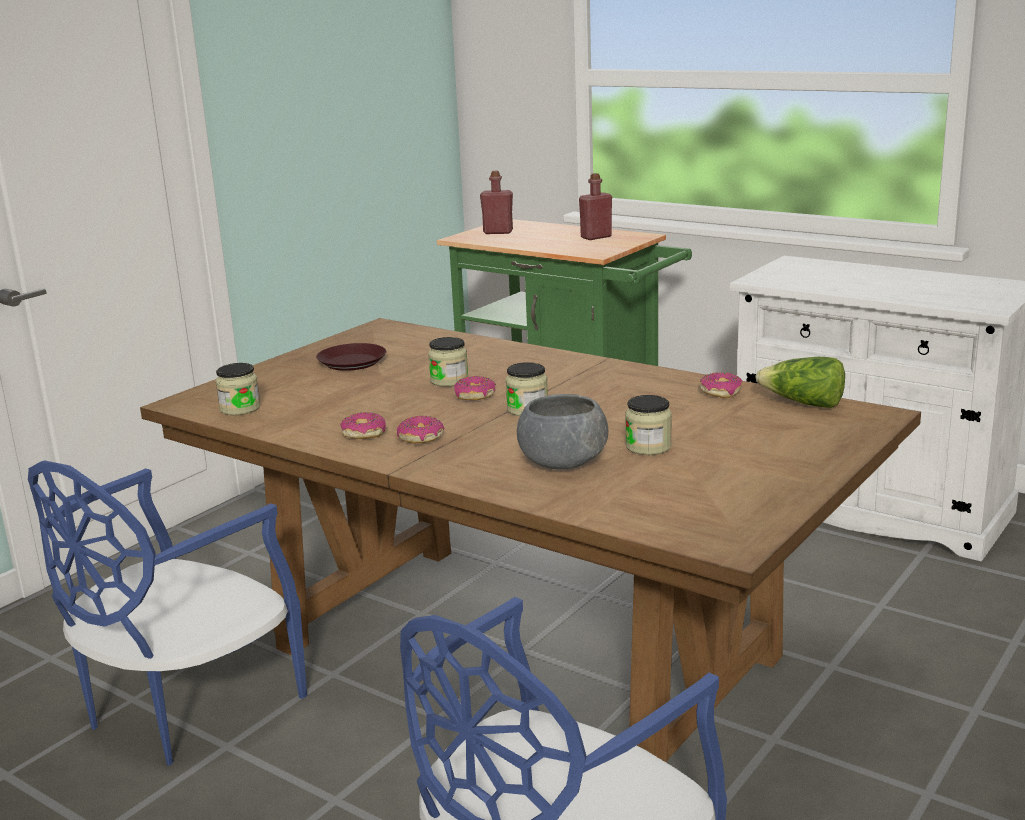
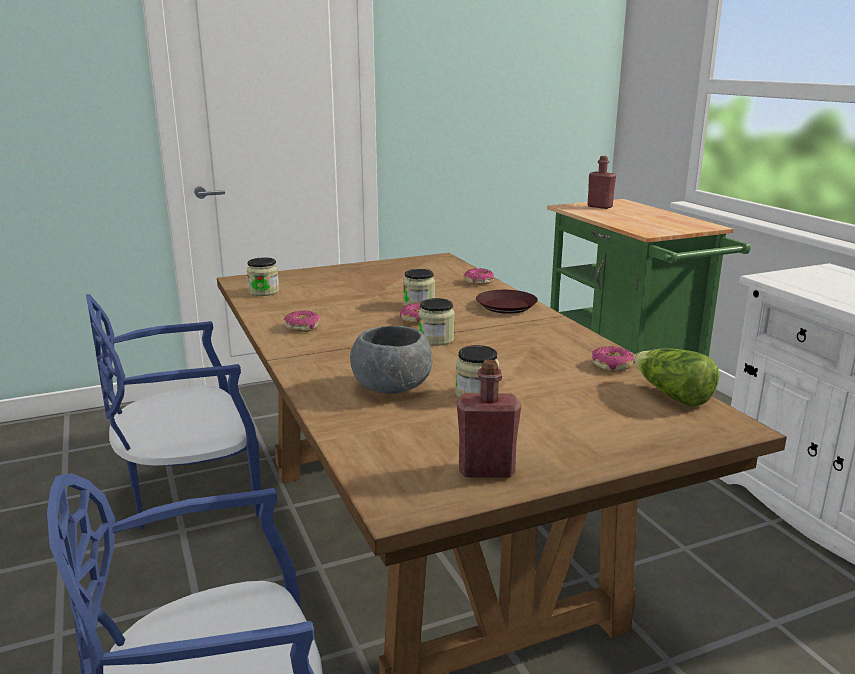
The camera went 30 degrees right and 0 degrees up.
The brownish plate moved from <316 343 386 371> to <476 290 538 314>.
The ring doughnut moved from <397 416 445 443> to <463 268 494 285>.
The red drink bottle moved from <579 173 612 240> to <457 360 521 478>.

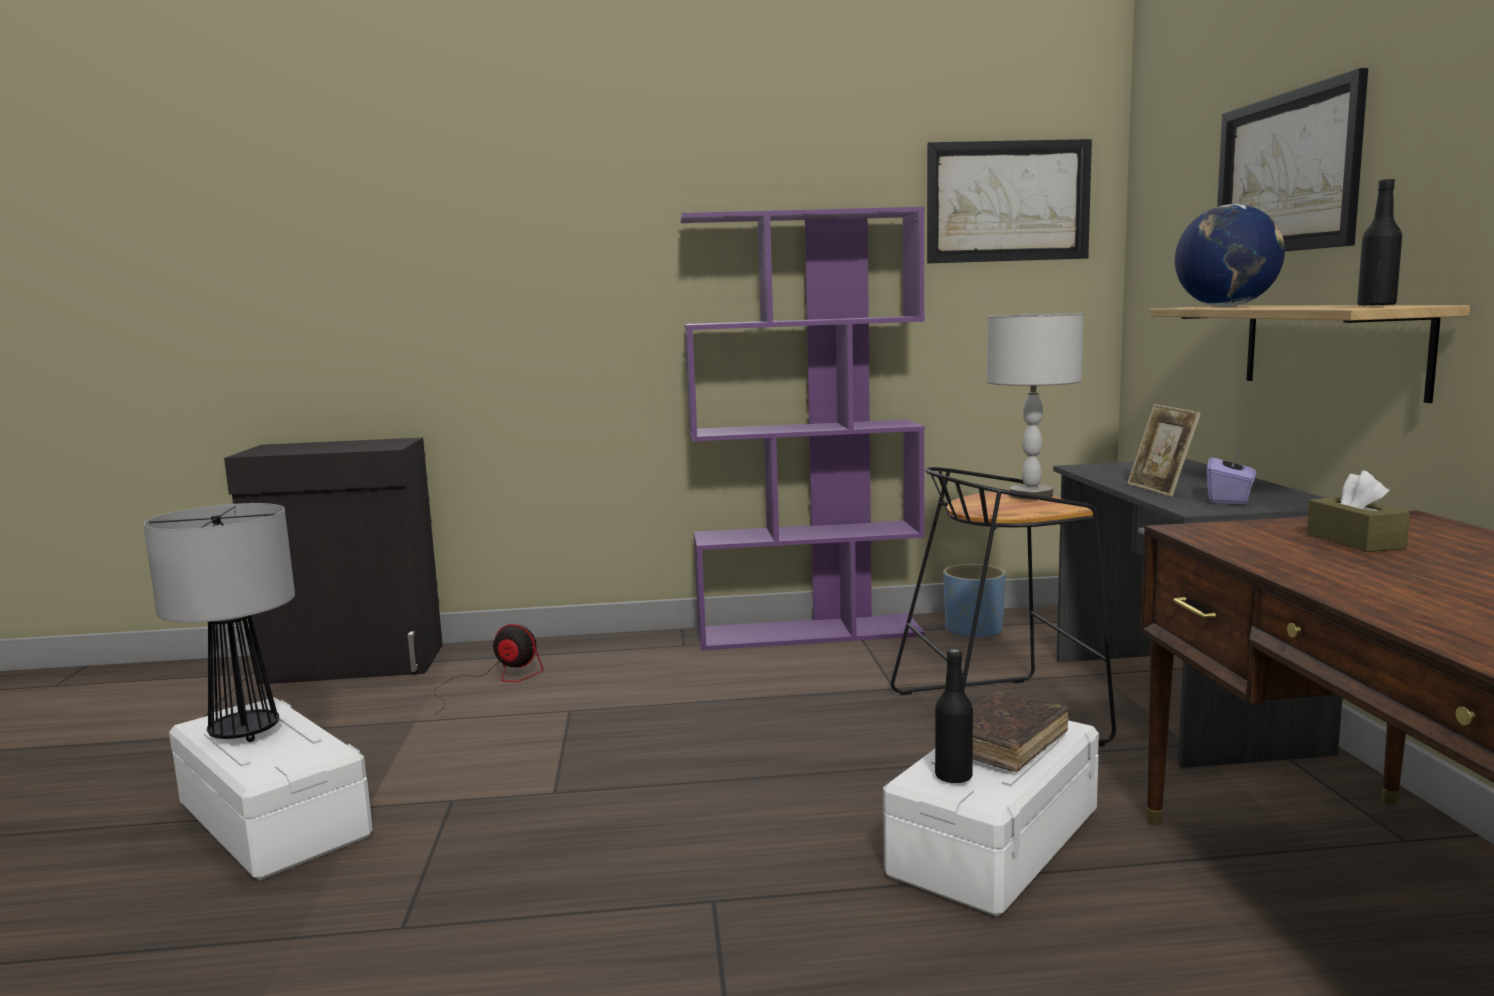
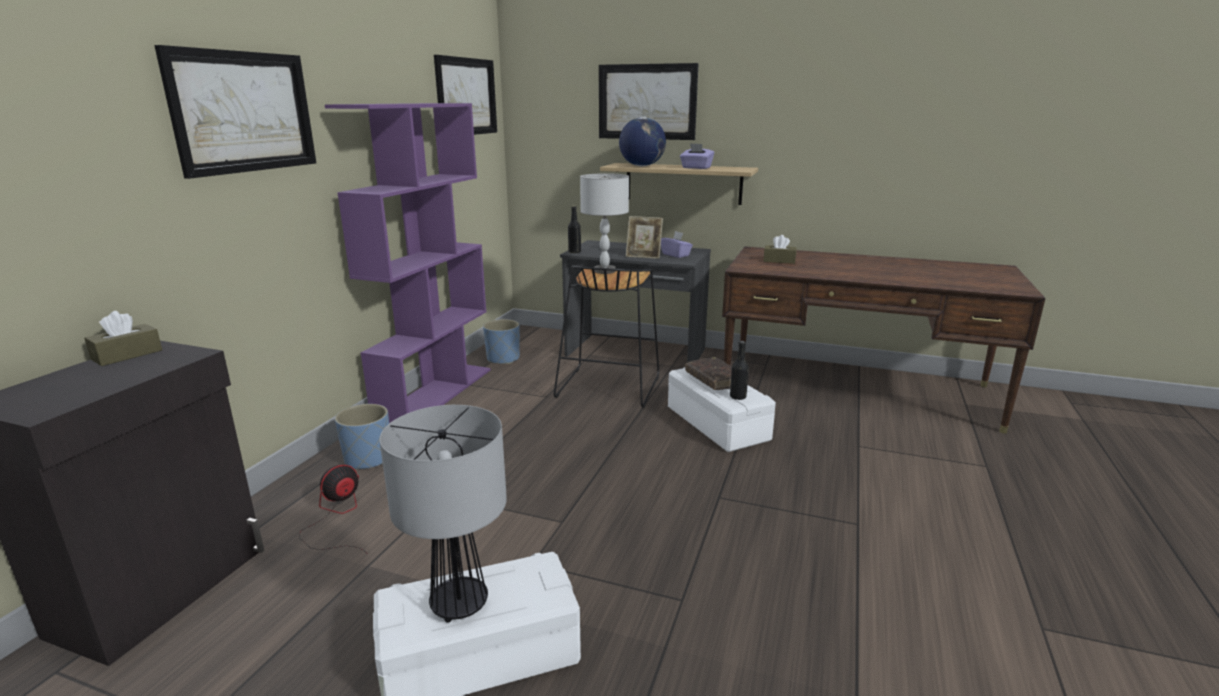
The camera went 65 degrees left and 10 degrees up.
The brownish tissue holder at <84 311 162 366> appeared.
The picture at <154 45 316 179> appeared.
The blue planter at <335 404 389 470> appeared.
The purple-coloured tissue holder at <680 143 714 169> appeared.
The black-coloured drink bottle moved from <1357 179 1402 306> to <568 206 581 253>.

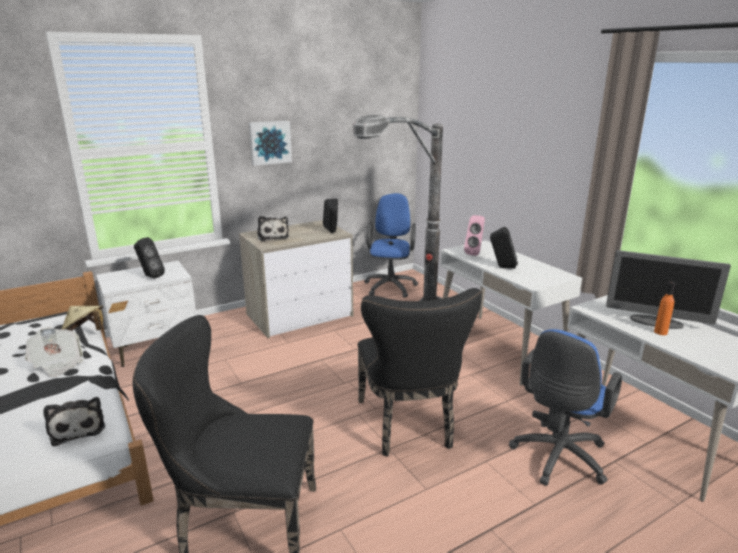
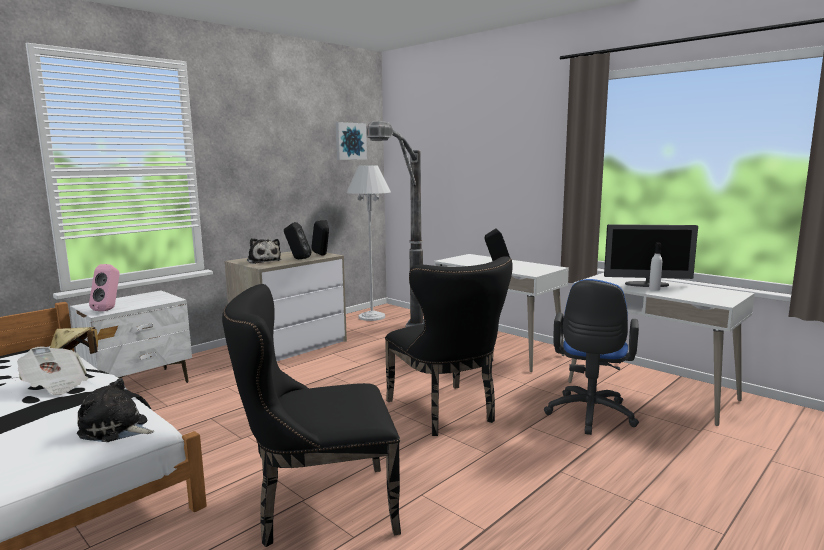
The camera went 15 degrees left and 10 degrees down.
The black-coloured loudspeaker moved from <134 237 165 279> to <284 222 311 259>.
The picture moved from <249 121 292 166> to <335 122 367 160>.
The pink-coloured loudspeaker moved from <464 215 485 256> to <89 264 120 311>.
The blue office chair at <364 193 418 298> was replaced by the white standard lamp at <346 165 391 321>.
The orange-coloured drink bottle at <654 281 676 335> became the white drink bottle at <649 243 662 291>.
The plush toy at <43 397 105 447> turned 150 degrees clockwise.

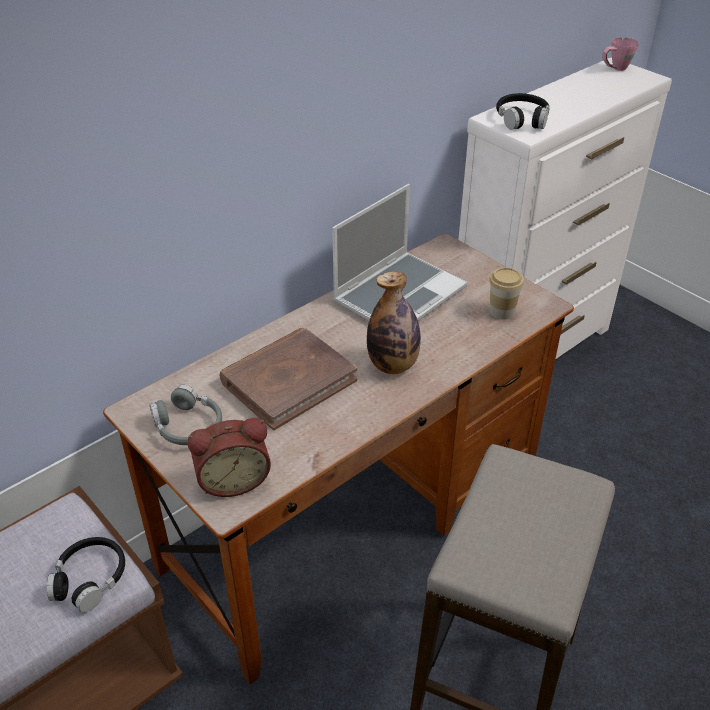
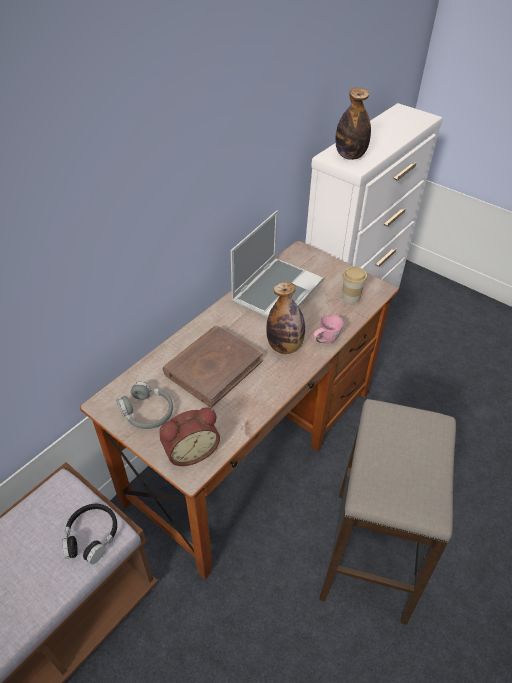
The camera went 10 degrees left and 5 degrees up.
The pink-coloured coffee mug moved from <602 37 639 71> to <313 315 344 343>.
The black-coloured headset at <496 93 550 130> was replaced by the drink bottle at <335 88 371 160>.

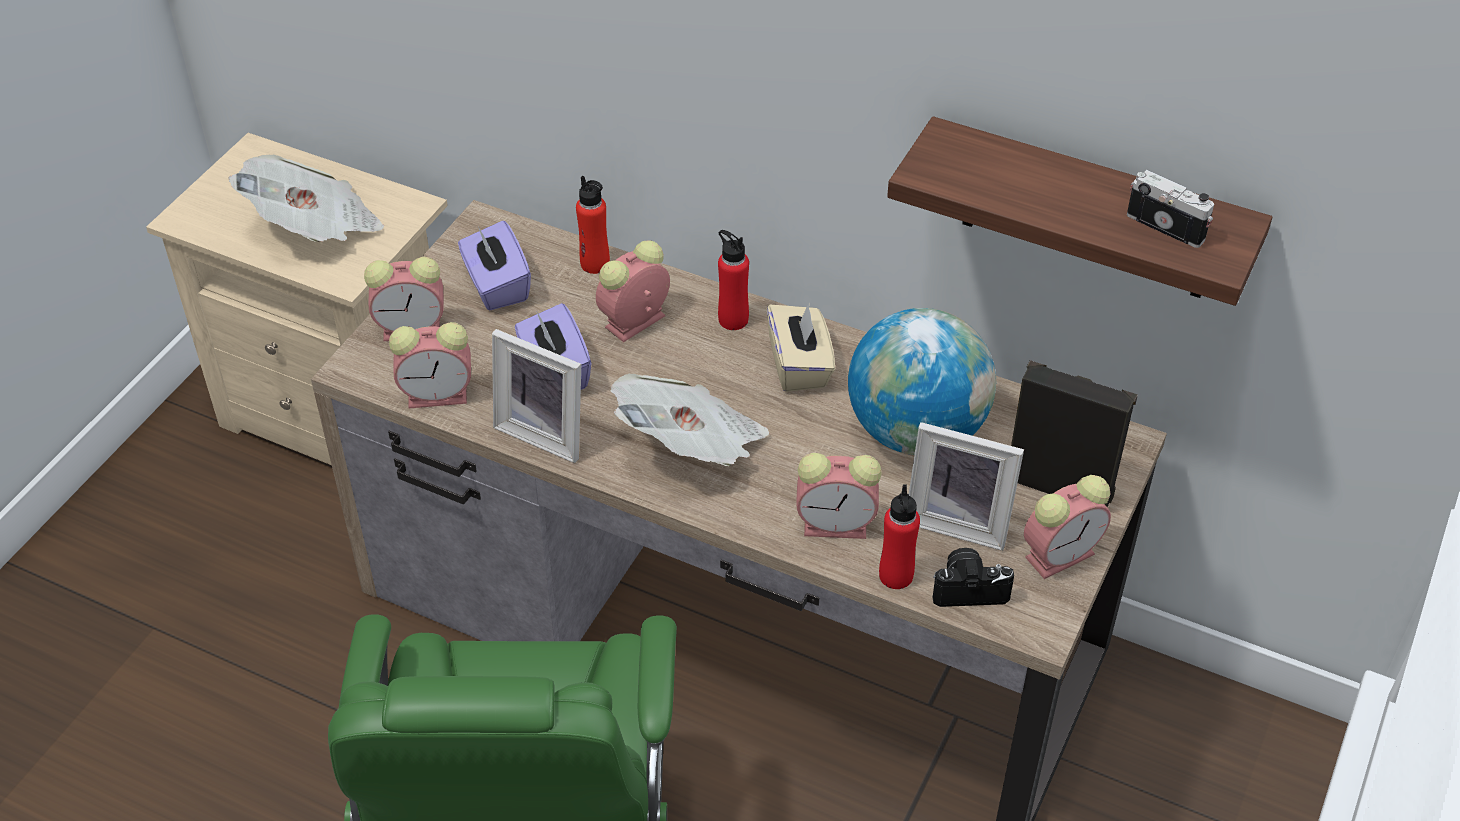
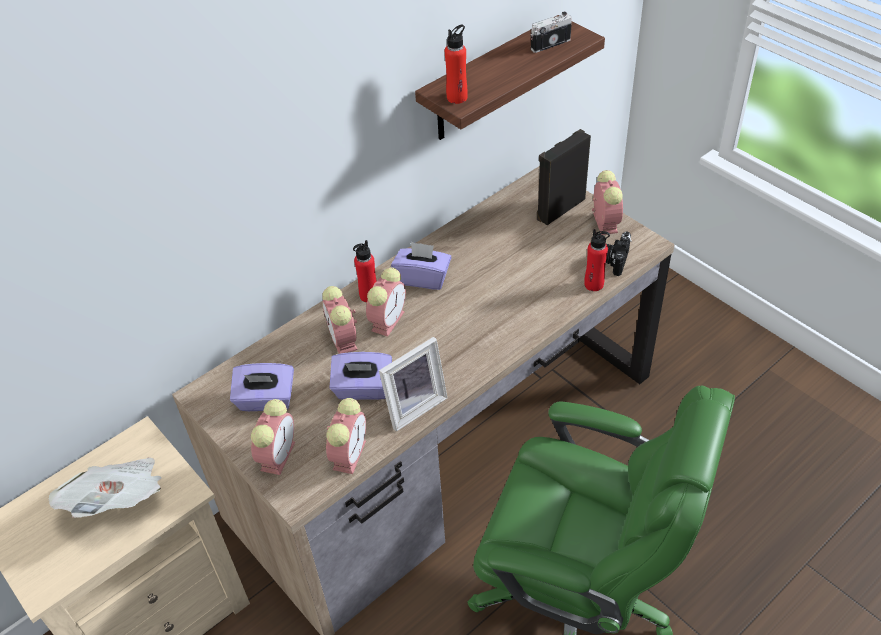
The camera went 65 degrees left and 0 degrees up.
The daily paper at <611 373 769 466> disappeared.
The world globe at <848 308 996 455> disappeared.
The picture frame at <909 422 1024 551> disappeared.
The red drink bottle moved from <576 176 610 274> to <445 25 468 104>.
The table clock moved from <796 453 882 539> to <366 268 406 337>.
The beige-coloured tissue holder at <767 304 835 392> became the purple-coloured tissue holder at <391 242 452 290>.

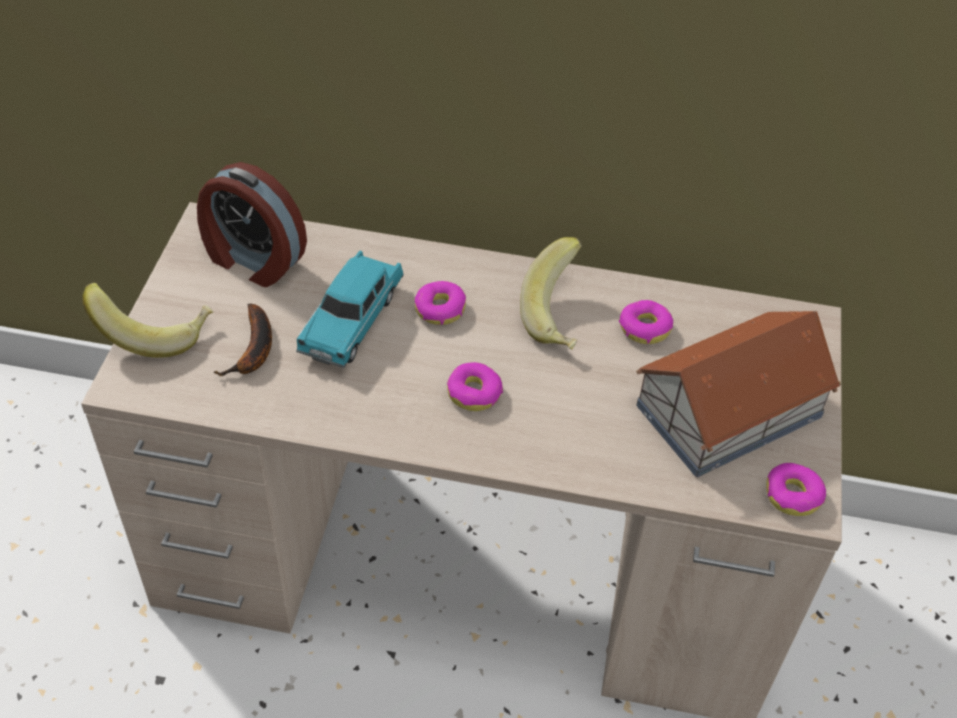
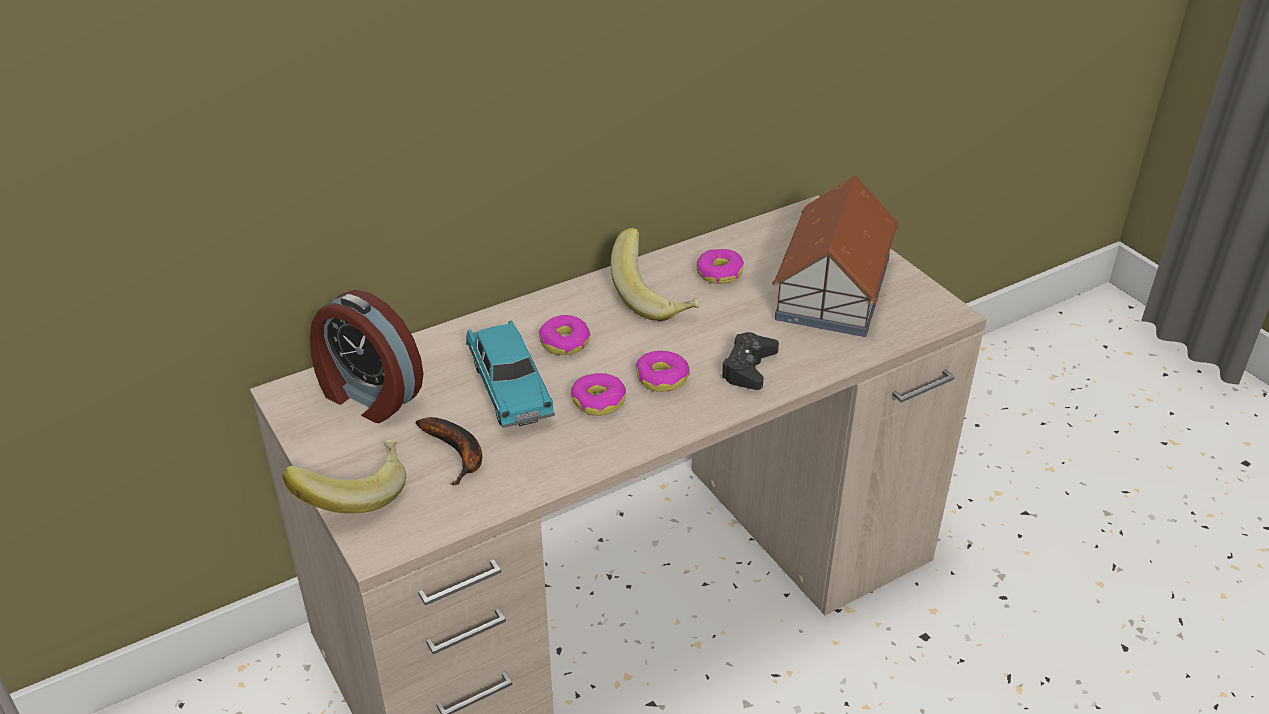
The camera went 40 degrees left and 10 degrees down.
The black-coloured joypad at <720 332 779 390> appeared.
The ring doughnut moved from <766 463 826 516> to <571 373 626 416>.
The table clock at <197 162 307 287> turned 45 degrees clockwise.

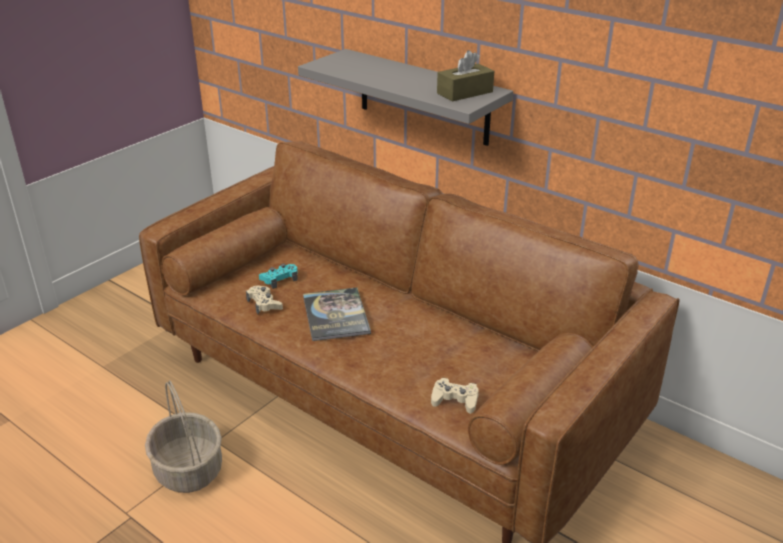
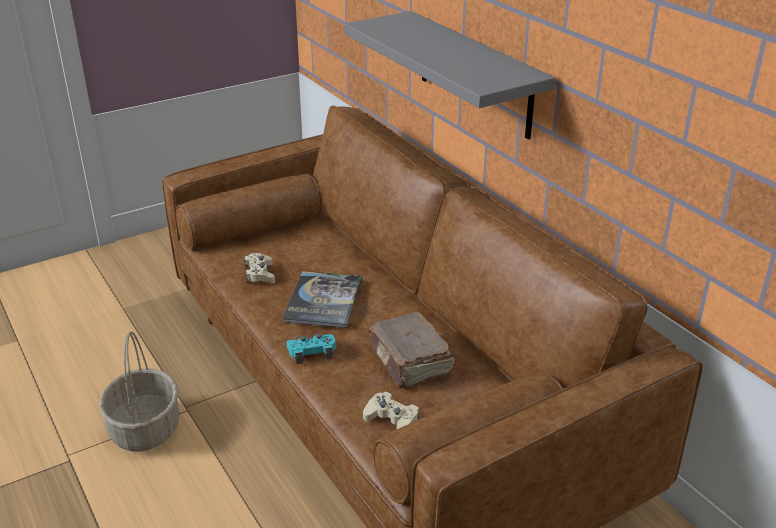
The camera went 20 degrees right and 0 degrees up.
The brownish tissue holder at <437 50 494 102> disappeared.
The brownish bound book at <367 312 454 388> appeared.
The turquoise joypad moved from <259 264 298 289> to <287 333 335 364>.

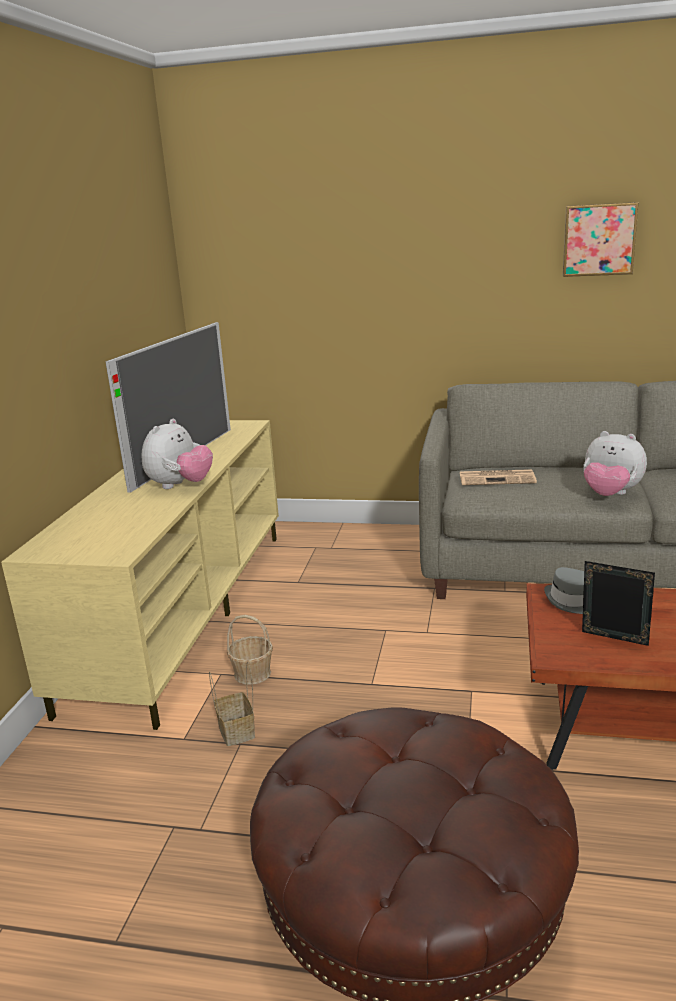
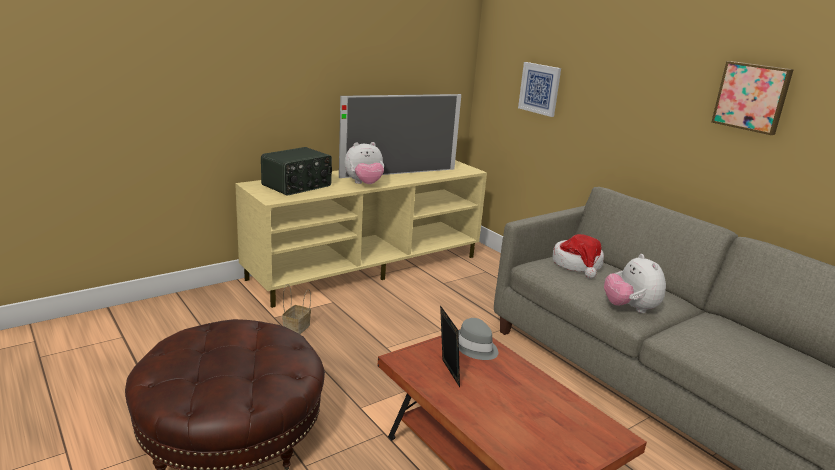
The camera went 40 degrees right and 0 degrees up.
The storage basket at <227 615 273 685> disappeared.
The radio receiver at <261 147 332 196> appeared.
The picture at <518 62 561 117> appeared.
The daily paper at <460 469 537 485> was replaced by the hat at <552 234 604 279>.

